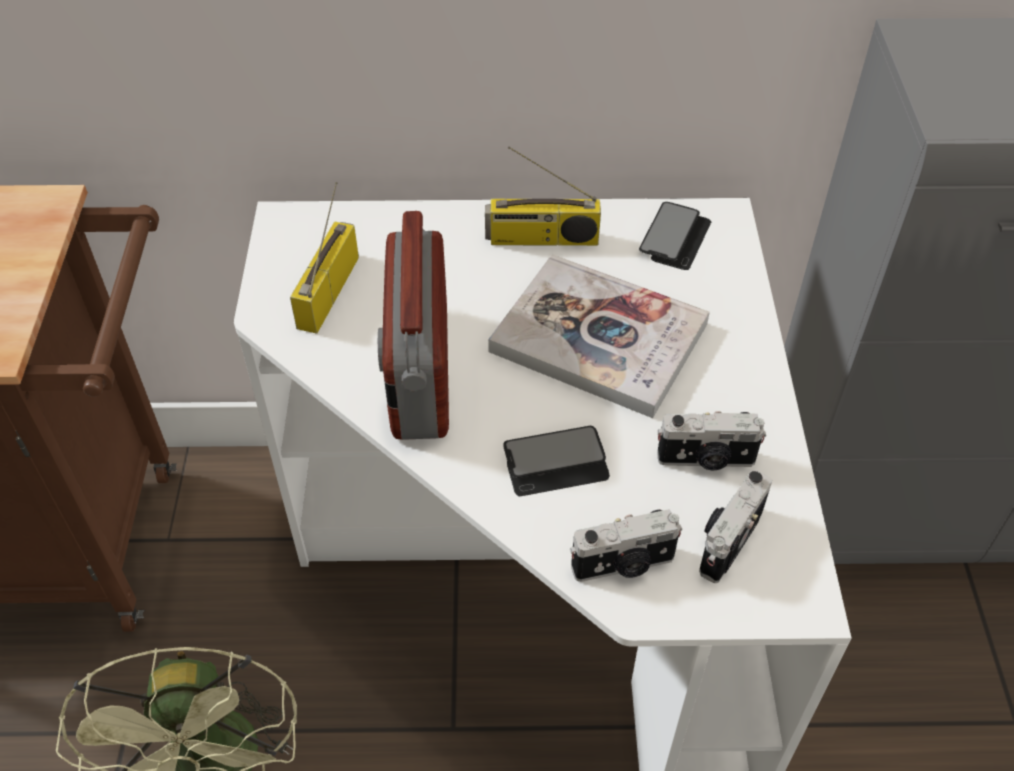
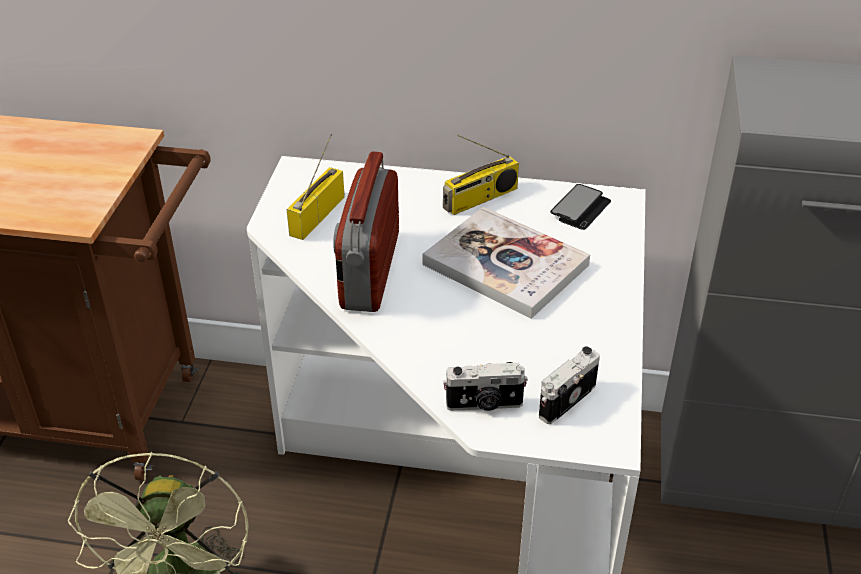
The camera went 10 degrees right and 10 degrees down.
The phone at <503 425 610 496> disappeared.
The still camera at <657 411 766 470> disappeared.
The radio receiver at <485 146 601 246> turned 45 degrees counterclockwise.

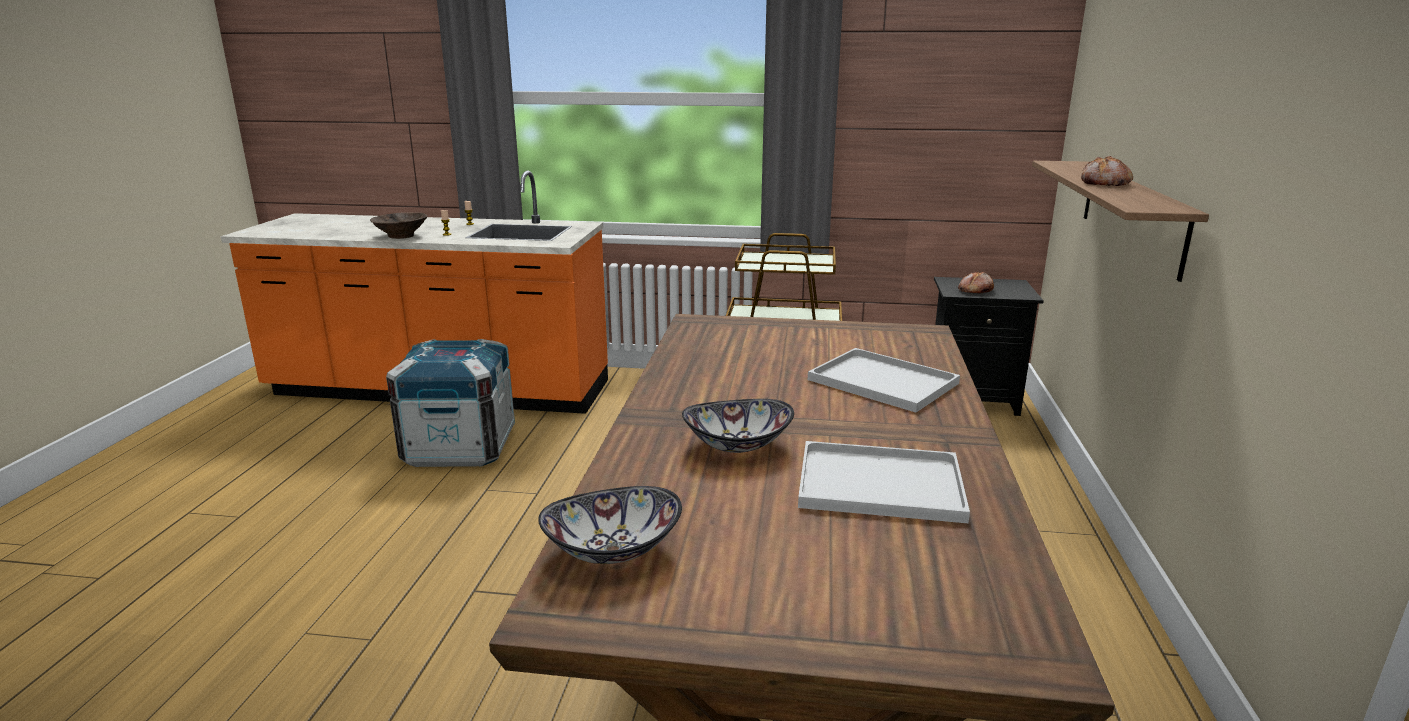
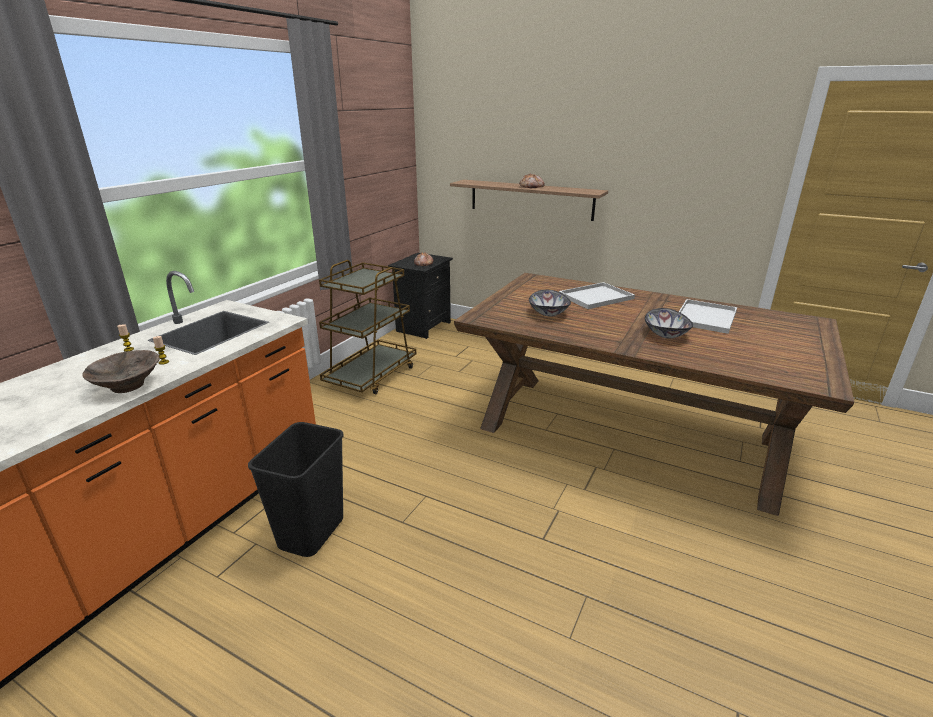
The camera went 70 degrees left and 5 degrees up.
The bowl moved from <538 486 682 564> to <529 290 571 316>.
The crate at <386 339 515 467> was replaced by the black-coloured rubbish bin at <248 422 344 557>.

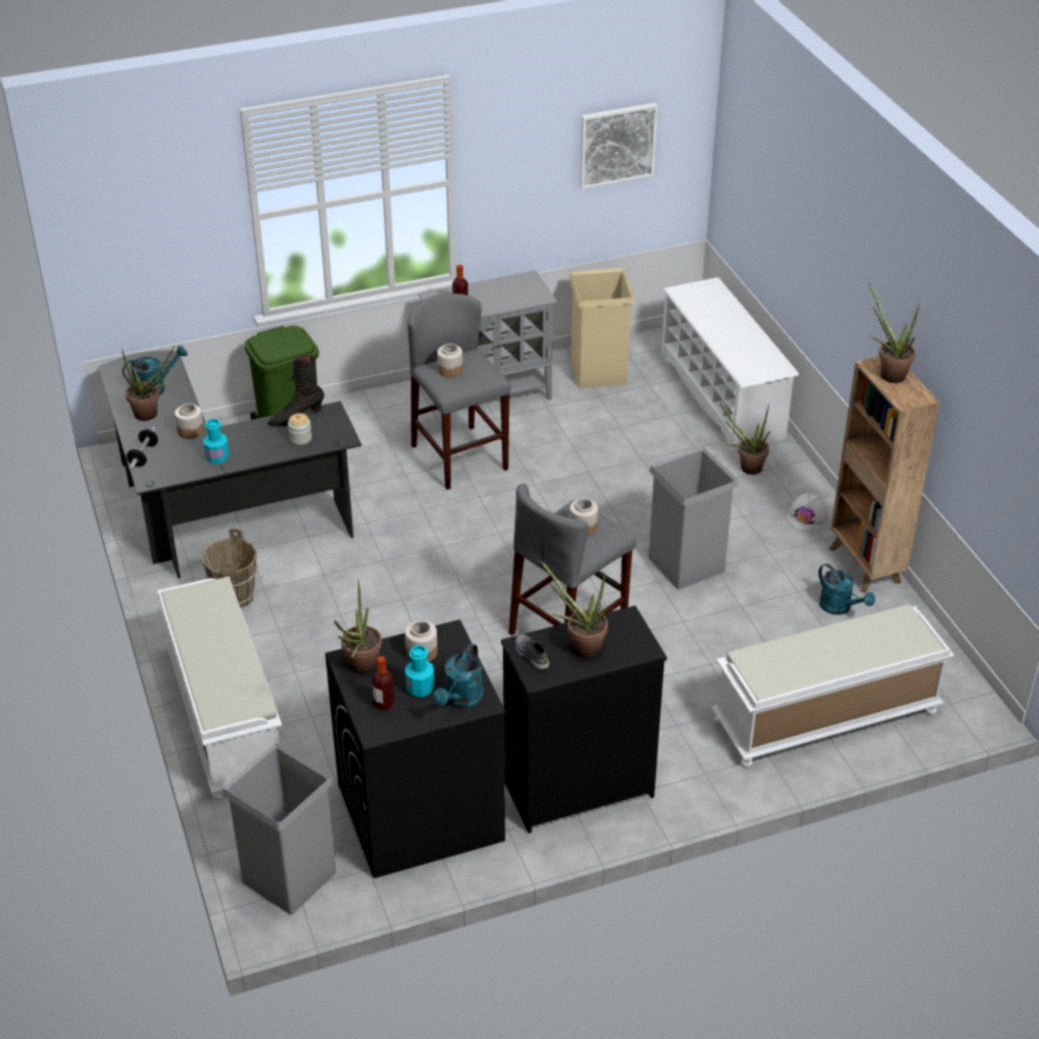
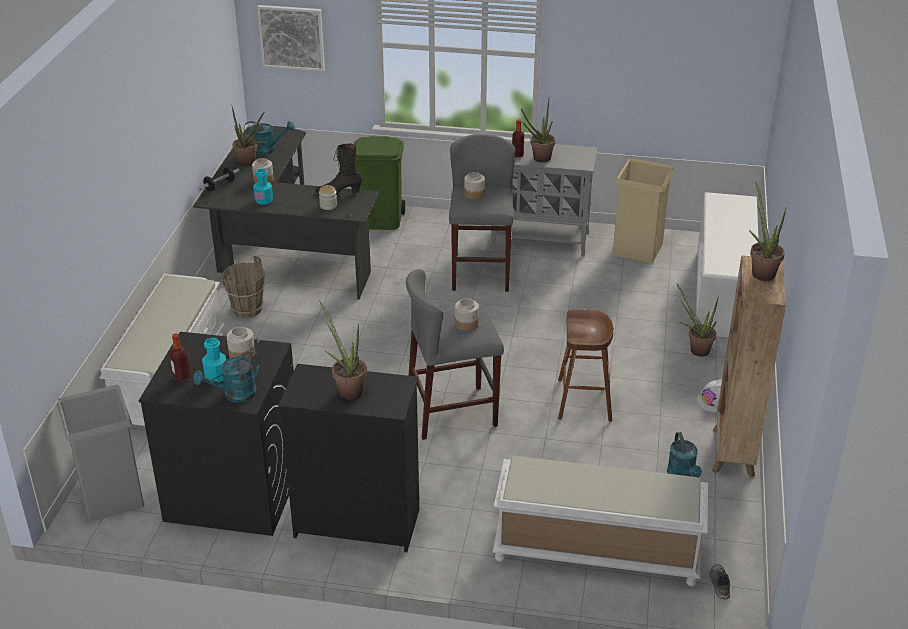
The camera went 30 degrees right and 5 degrees down.
The plant in a pot moved from <334 579 382 674> to <521 100 556 163>.
The grey item of footwear moved from <515 634 550 670> to <709 564 730 599>.
The picture moved from <580 103 658 189> to <257 5 325 72>.
The grey rubbish bin at <649 446 738 590> was replaced by the brownish sitting stool at <558 309 614 422>.

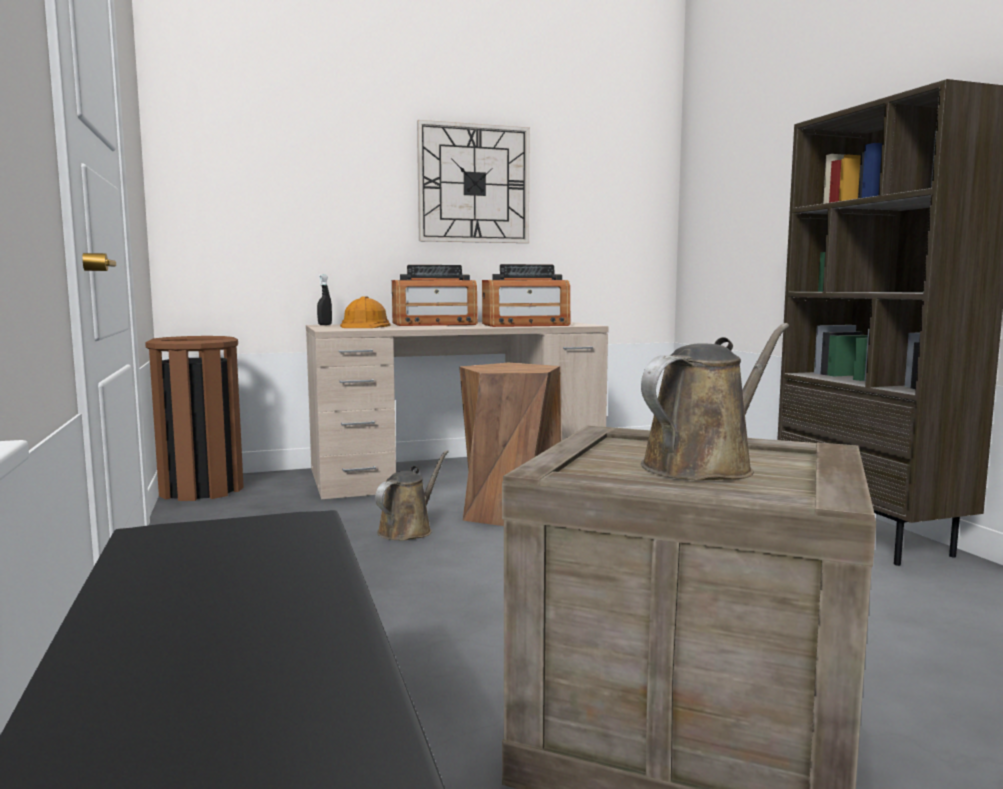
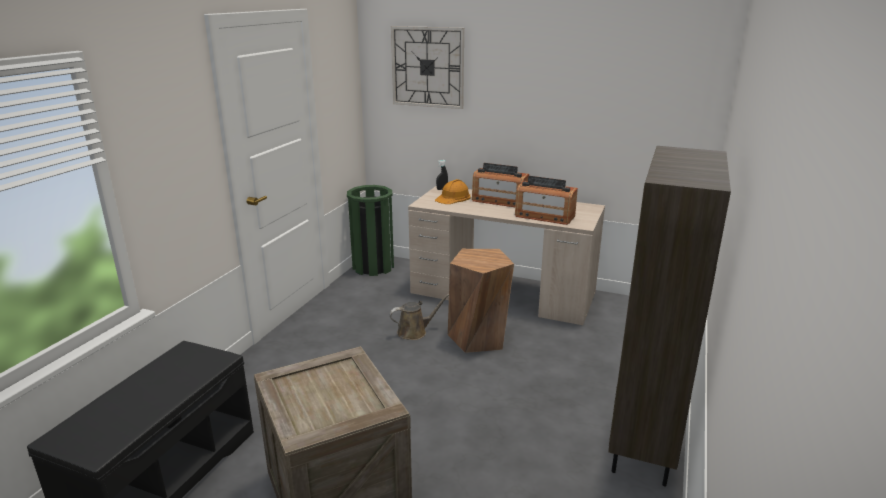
The camera went 40 degrees right and 15 degrees up.
The brownish watering can at <641 323 789 481> disappeared.
The hanging clock moved from <417 120 530 243> to <391 26 464 109>.
The brownish rubbish bin at <145 336 244 501> became the green-coloured rubbish bin at <347 185 394 276>.

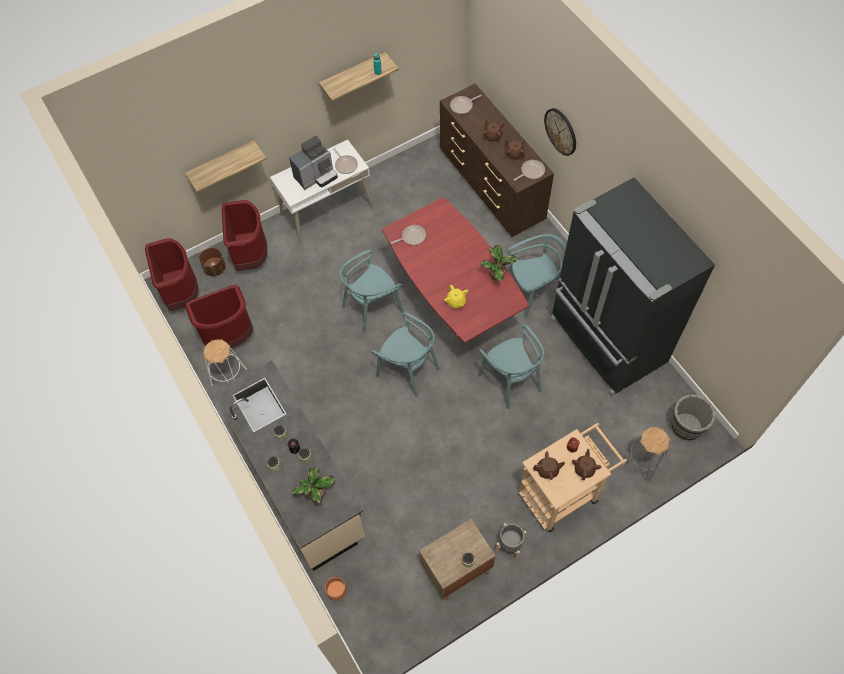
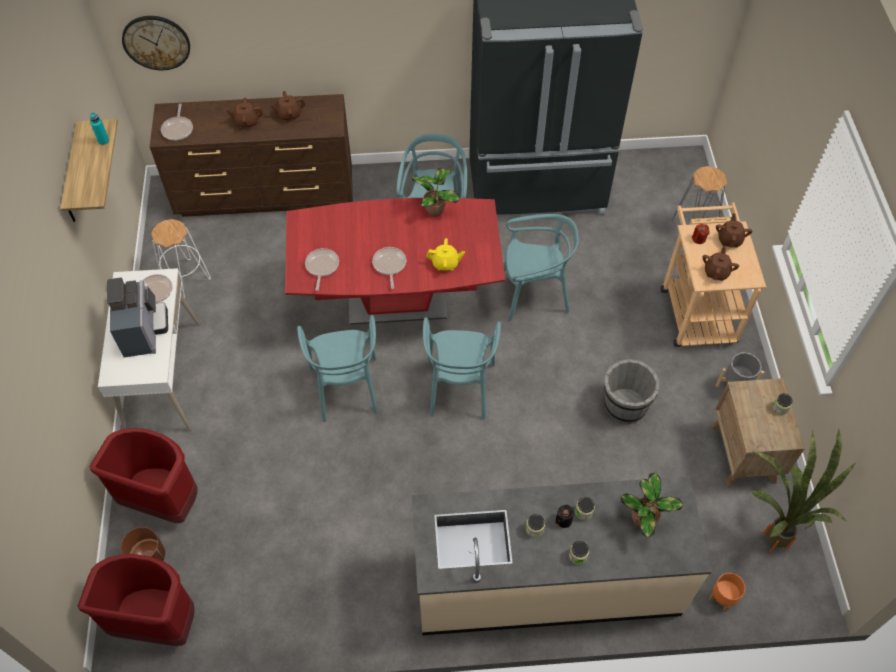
The camera went 65 degrees left and 5 degrees down.
The shelf at <185 140 266 192> disappeared.
The red rubbish bin at <185 285 253 348> disappeared.
The plant in a pot at <751 428 857 552> appeared.
The white sitting stool moved from <203 339 247 386> to <151 219 211 298>.
The skillet moved from <513 160 545 181> to <372 247 406 289>.
The hanging clock moved from <544 108 576 156> to <122 16 190 70>.
The grey water bucket moved from <671 394 716 441> to <604 359 659 424>.
The turquoise upright chair at <371 312 440 397> turned 120 degrees clockwise.
The brownish pot for tea at <572 449 601 481> turned 60 degrees clockwise.

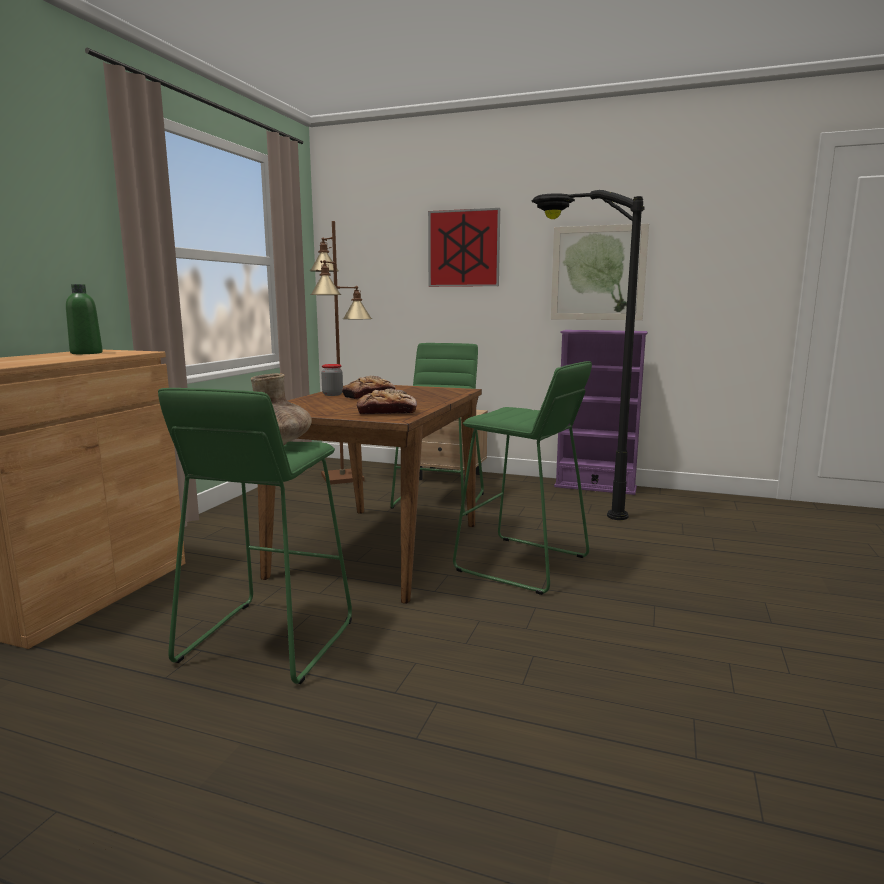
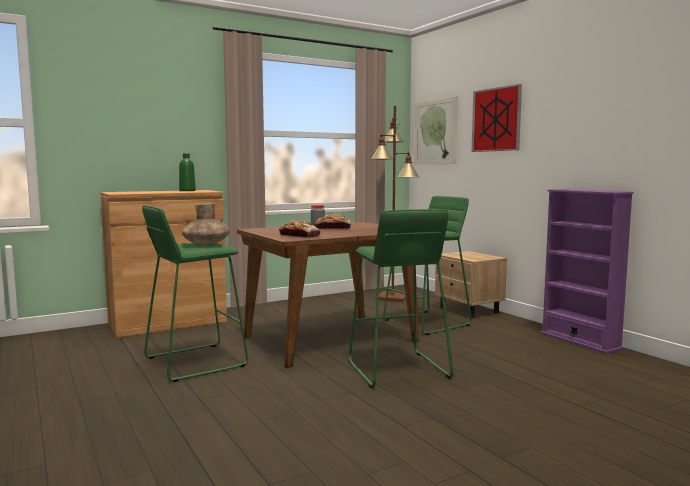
The camera went 40 degrees right and 5 degrees down.
The black-coloured standard lamp at <532 190 645 520> disappeared.
The picture moved from <551 224 649 320> to <414 97 458 164>.

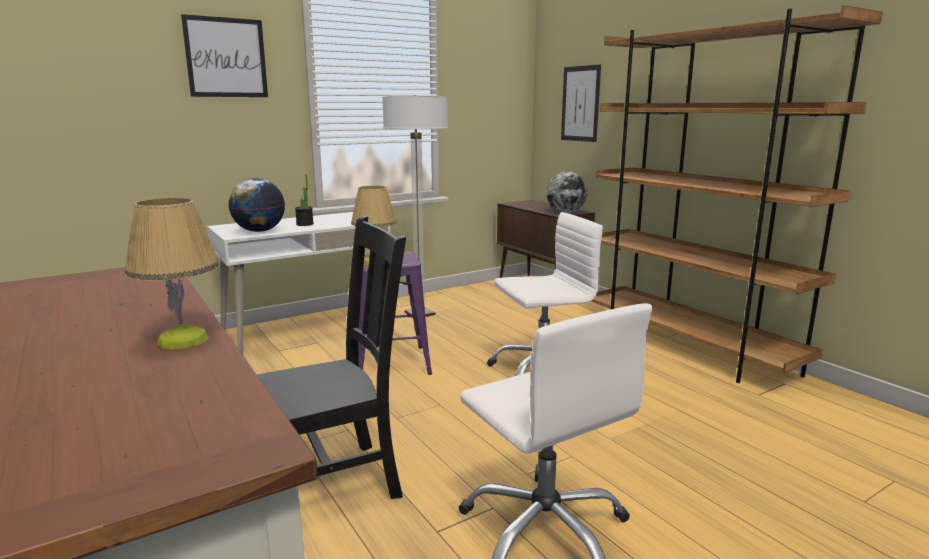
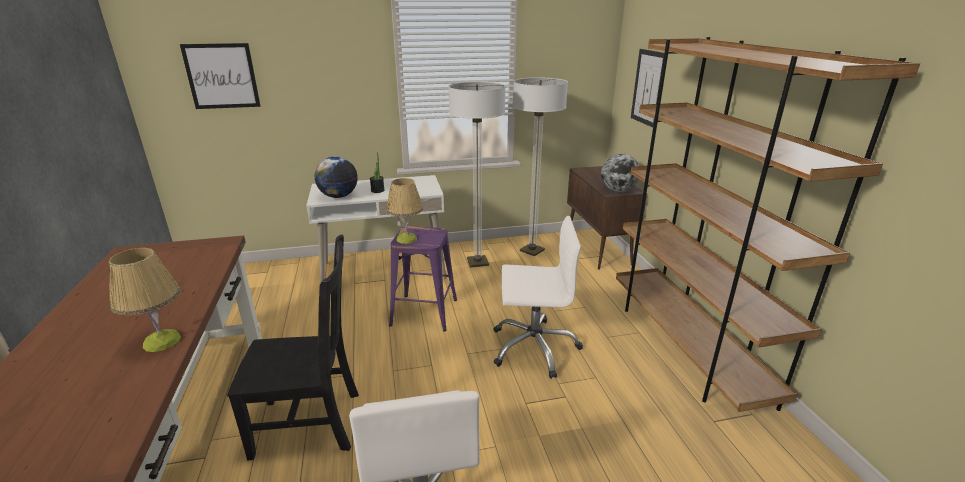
The camera went 20 degrees right and 10 degrees up.
The standard lamp at <513 77 568 256> appeared.
The picture moved from <181 14 268 97> to <180 43 260 109>.

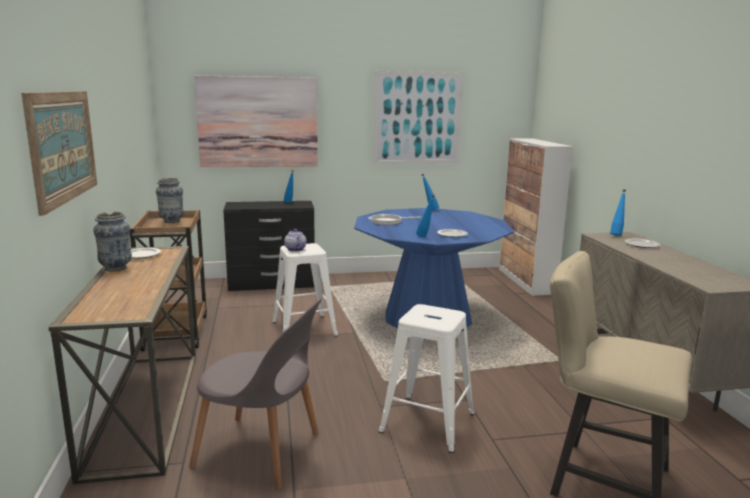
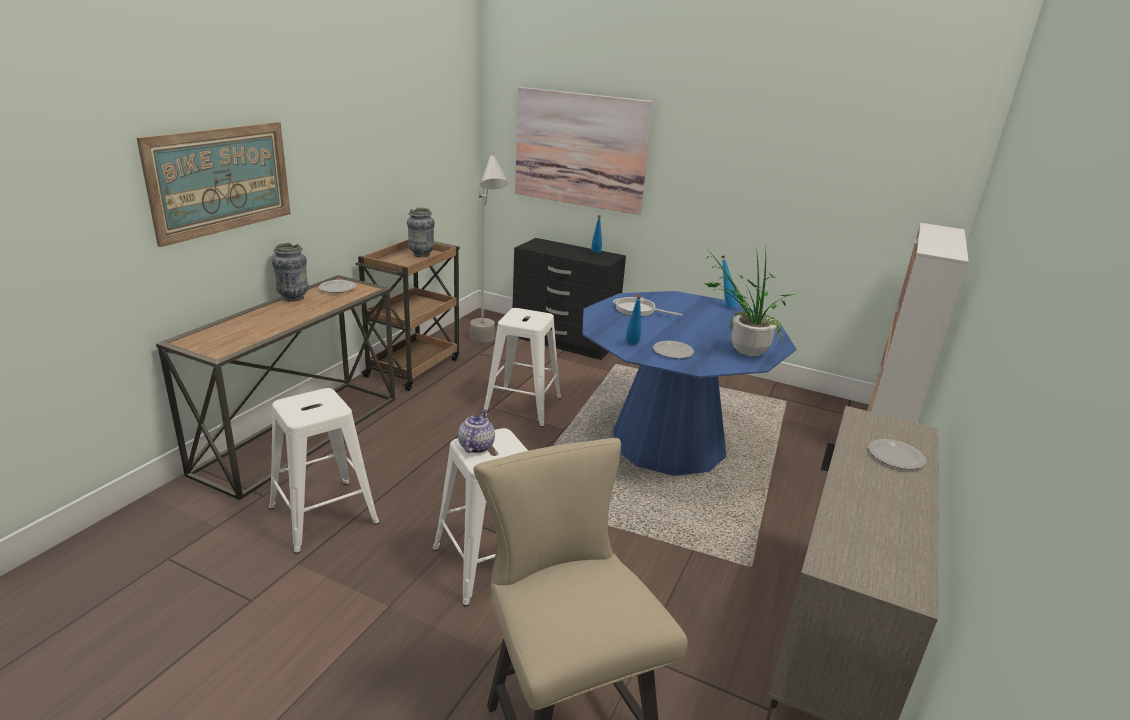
The camera went 35 degrees right and 10 degrees up.
The picture at <373 71 464 164> disappeared.
The blue drink bottle at <610 190 626 236> disappeared.
The grey standard lamp at <470 152 508 343> appeared.
The plant in a pot at <705 246 794 356> appeared.
The pot for tea moved from <284 229 306 252> to <458 410 495 453>.
The grey upright chair at <189 298 322 489> was replaced by the white sitting stool at <269 388 380 554>.

